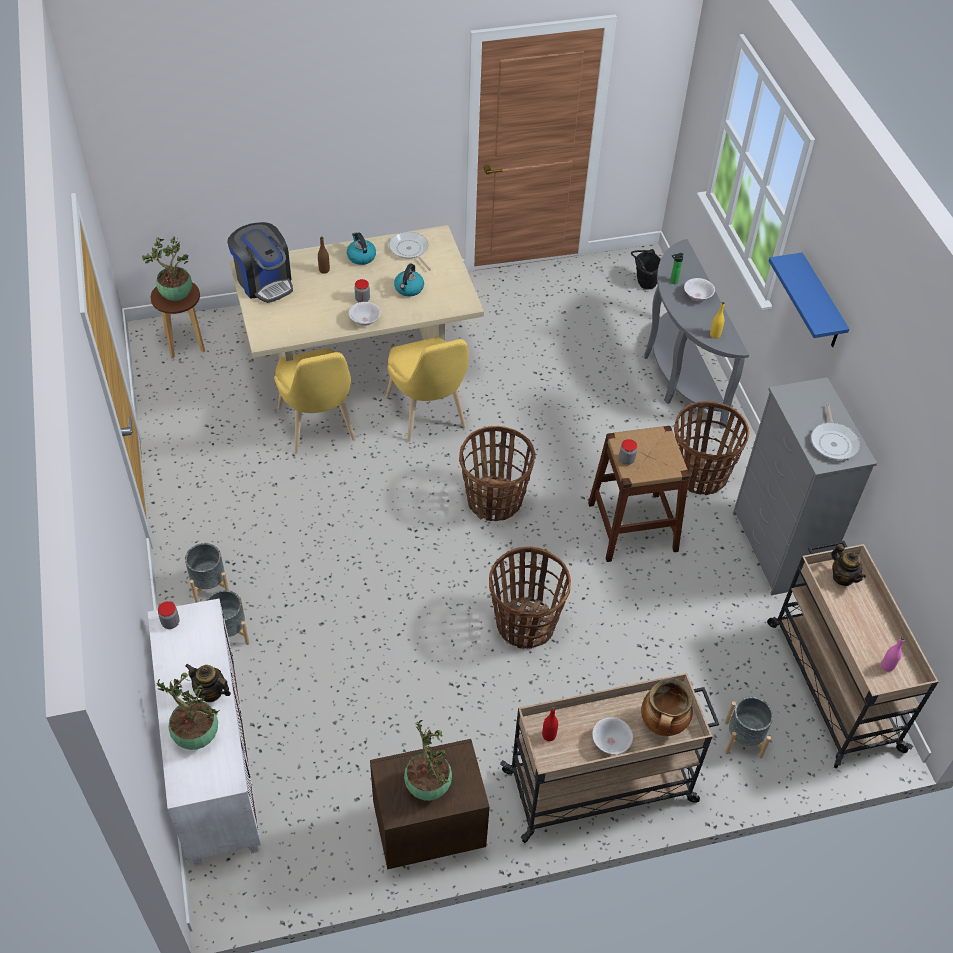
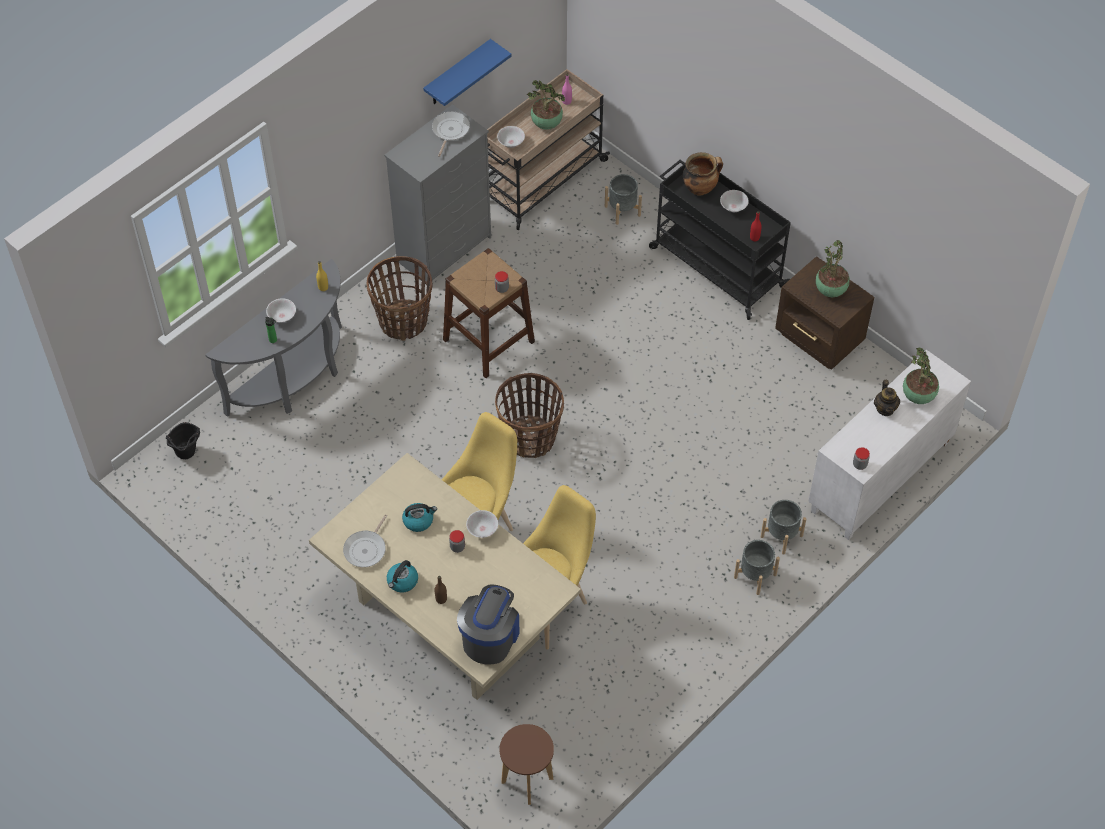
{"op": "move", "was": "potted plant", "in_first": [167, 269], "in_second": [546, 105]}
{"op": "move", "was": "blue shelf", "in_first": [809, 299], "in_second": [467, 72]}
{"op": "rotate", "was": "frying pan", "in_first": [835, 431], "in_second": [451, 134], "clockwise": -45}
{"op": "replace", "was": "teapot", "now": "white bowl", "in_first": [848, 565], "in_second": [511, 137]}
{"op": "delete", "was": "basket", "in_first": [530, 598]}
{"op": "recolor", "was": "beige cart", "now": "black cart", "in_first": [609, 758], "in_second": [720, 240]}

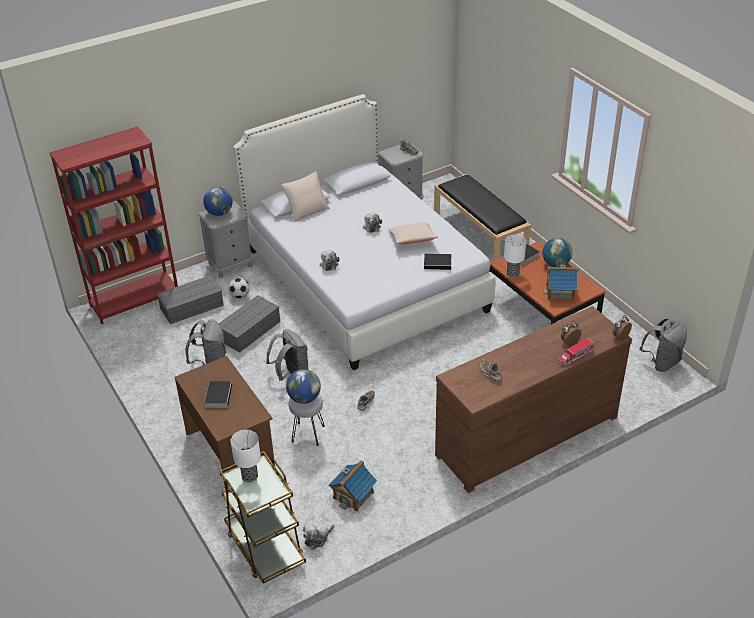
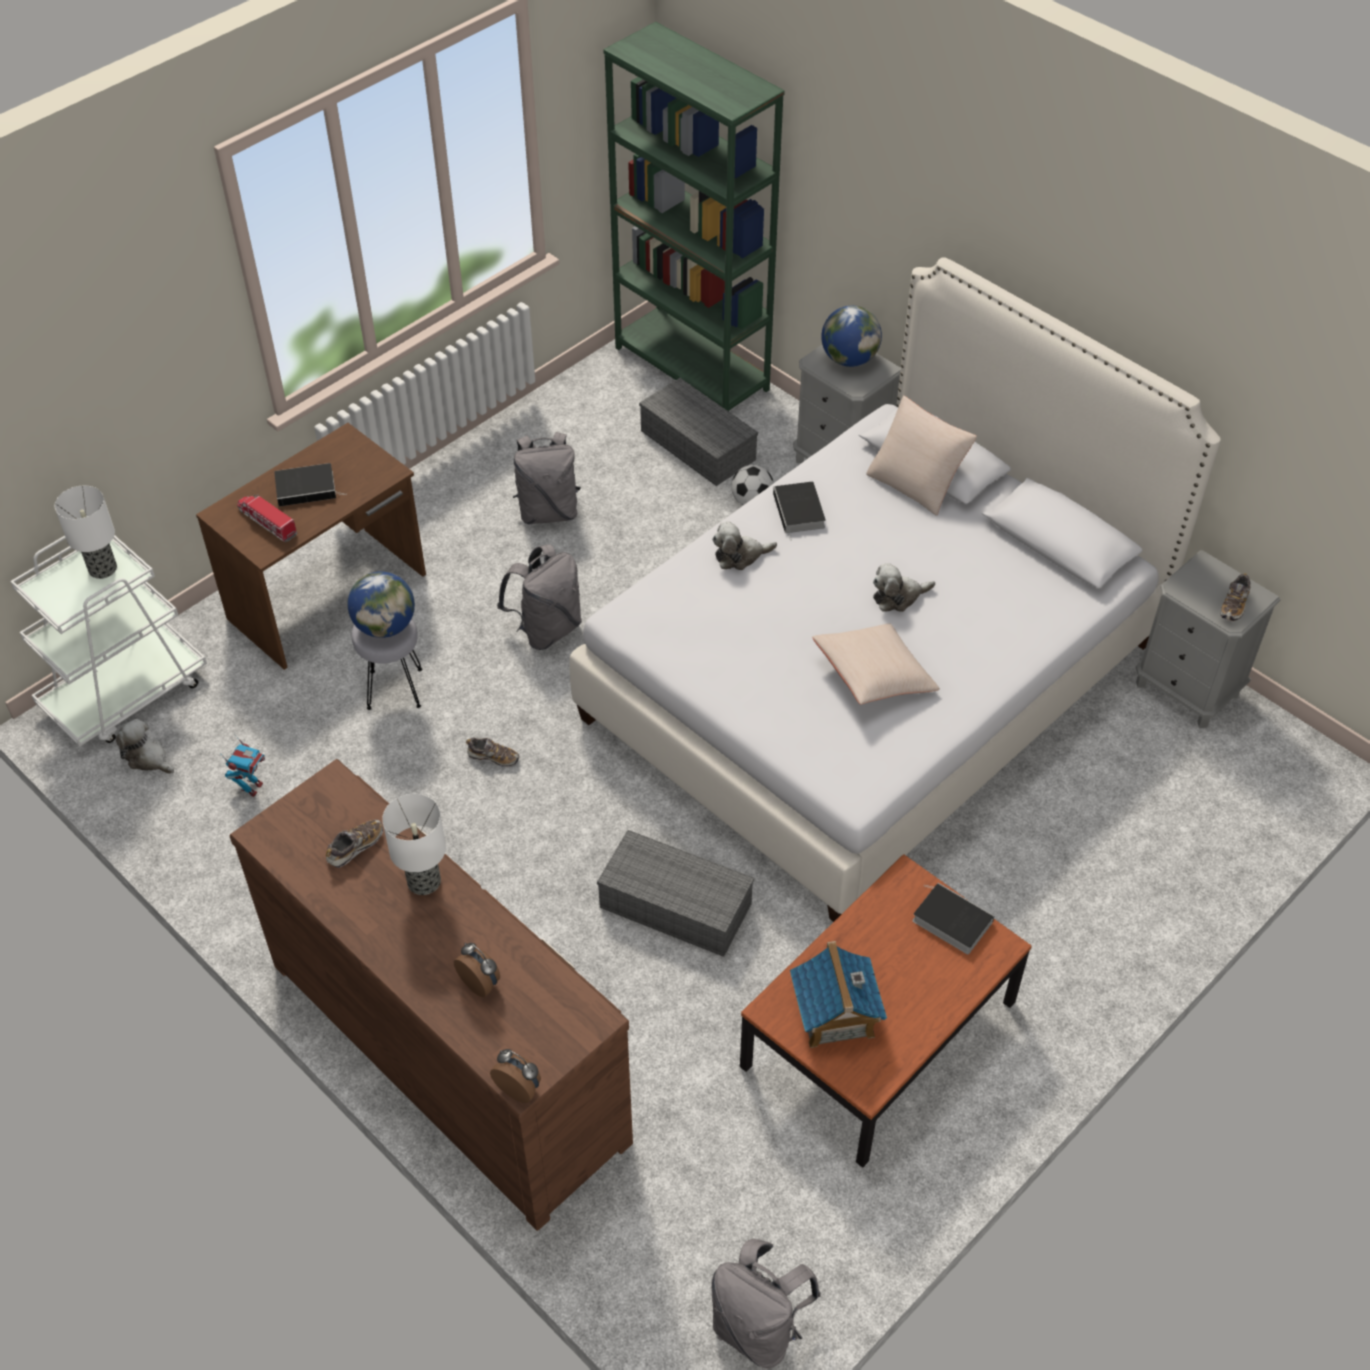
{"op": "recolor", "was": "red bookcase", "now": "green bookcase", "in_first": [114, 225], "in_second": [694, 216]}
{"op": "delete", "was": "black bench", "in_first": [482, 217]}
{"op": "move", "was": "table lamp", "in_first": [515, 256], "in_second": [414, 844]}
{"op": "delete", "was": "globe", "in_first": [557, 252]}
{"op": "move", "was": "book", "in_first": [440, 261], "in_second": [799, 511]}
{"op": "move", "was": "grey storage box", "in_first": [249, 324], "in_second": [675, 893]}
{"op": "move", "was": "toy truck", "in_first": [576, 352], "in_second": [267, 518]}
{"op": "recolor", "was": "brown cart", "now": "white cart", "in_first": [263, 517], "in_second": [108, 641]}
{"op": "replace", "was": "toy house", "now": "toy robot", "in_first": [353, 486], "in_second": [242, 765]}

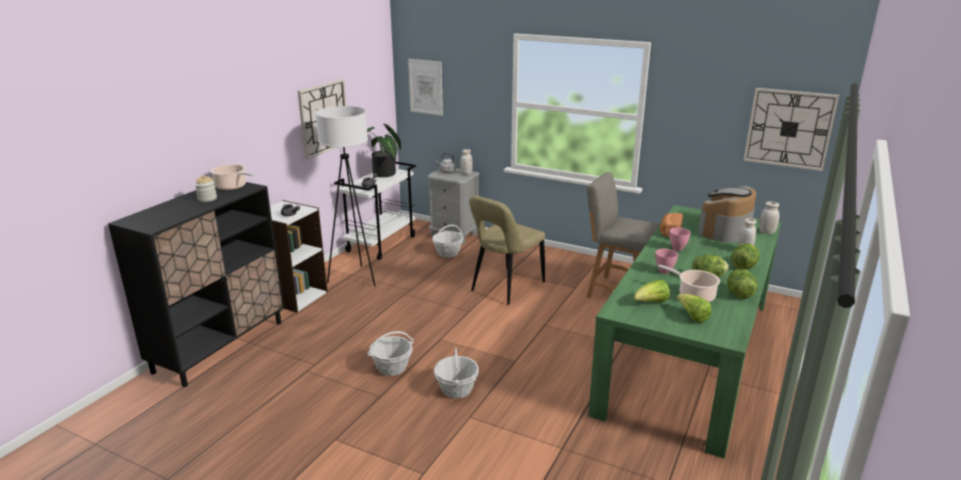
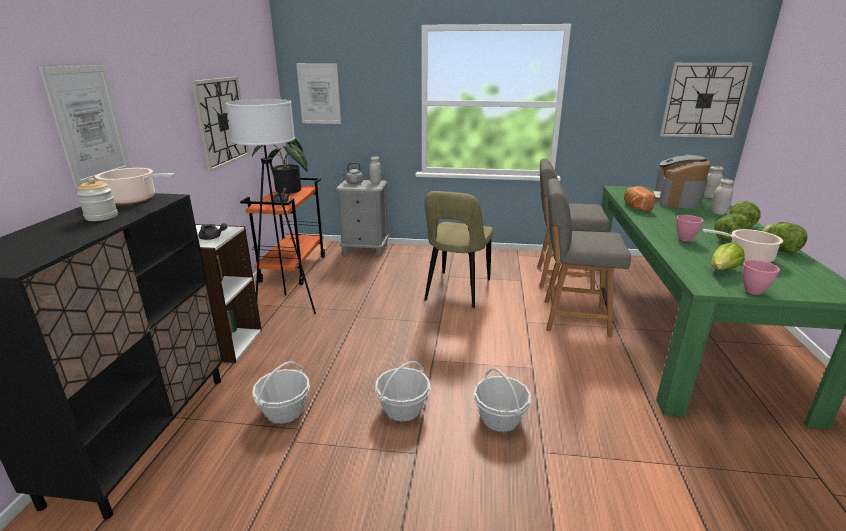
{"op": "recolor", "was": "white cart", "now": "orange cart", "in_first": [375, 210], "in_second": [282, 231]}
{"op": "move", "was": "basket", "in_first": [447, 241], "in_second": [281, 392]}
{"op": "move", "was": "pink bowl", "in_first": [680, 239], "in_second": [761, 277]}
{"op": "delete", "was": "lettuce", "in_first": [694, 308]}
{"op": "insert", "now": "picture", "in_second": [85, 126]}
{"op": "insert", "now": "grey chair", "in_second": [588, 257]}

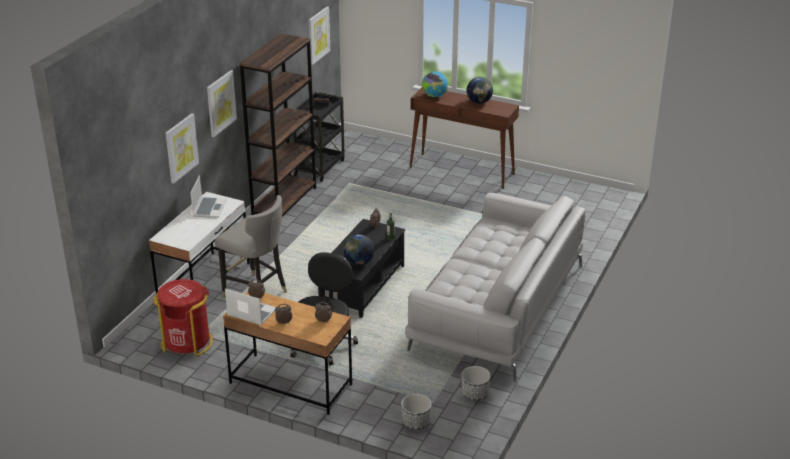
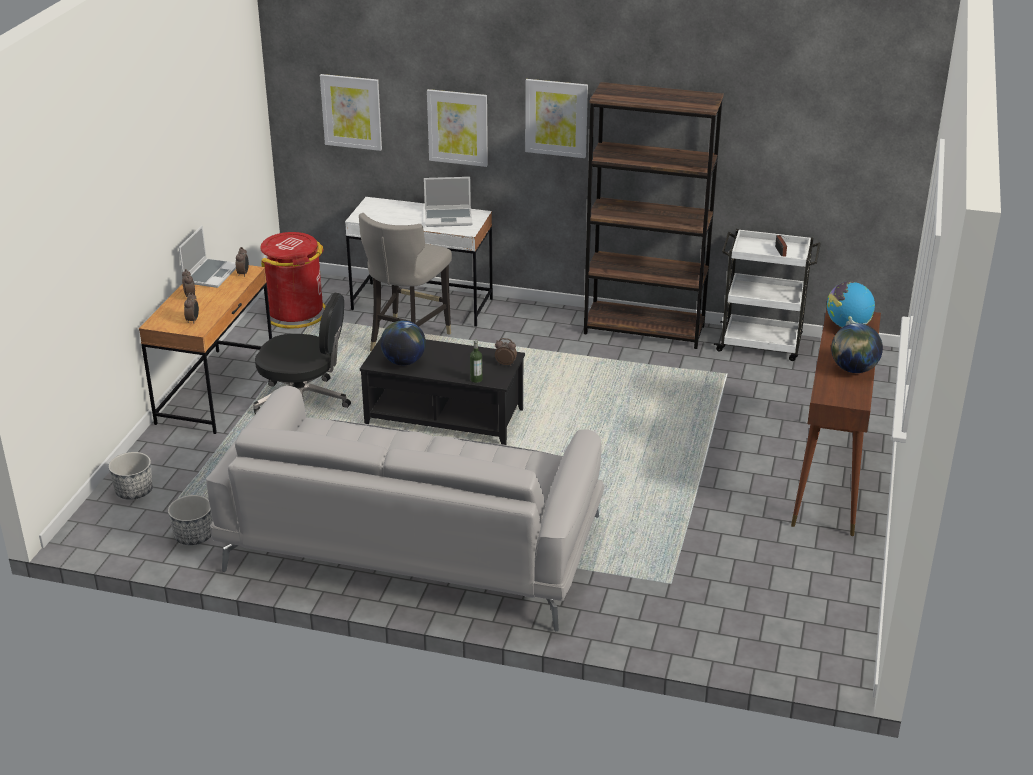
{"op": "move", "was": "picture", "in_first": [319, 35], "in_second": [351, 112]}
{"op": "recolor", "was": "black cart", "now": "white cart", "in_first": [319, 137], "in_second": [767, 295]}

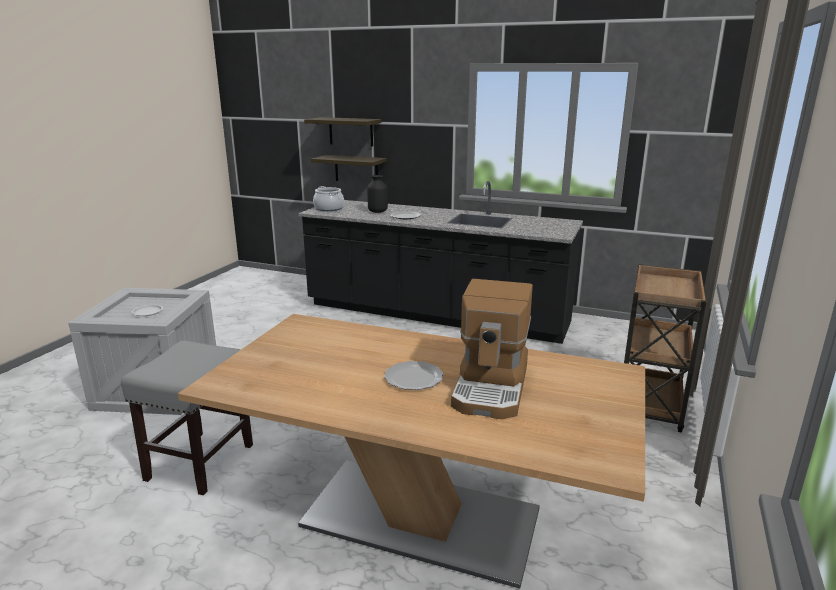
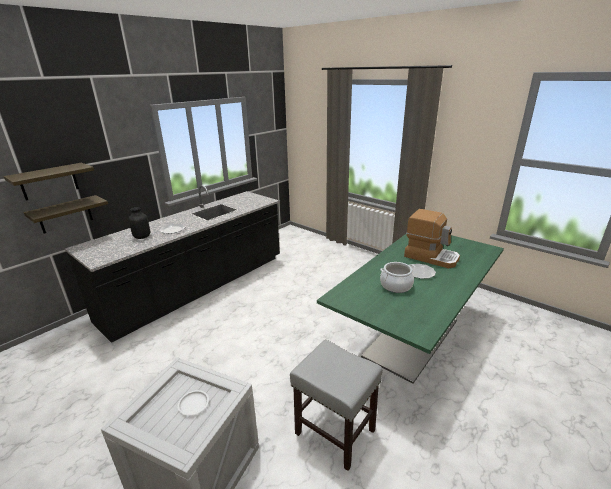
{"op": "move", "was": "cooking pot", "in_first": [328, 198], "in_second": [398, 277]}
{"op": "delete", "was": "brown cart", "in_first": [665, 348]}
{"op": "recolor", "was": "beige dining table", "now": "green dining table", "in_first": [411, 451], "in_second": [410, 308]}

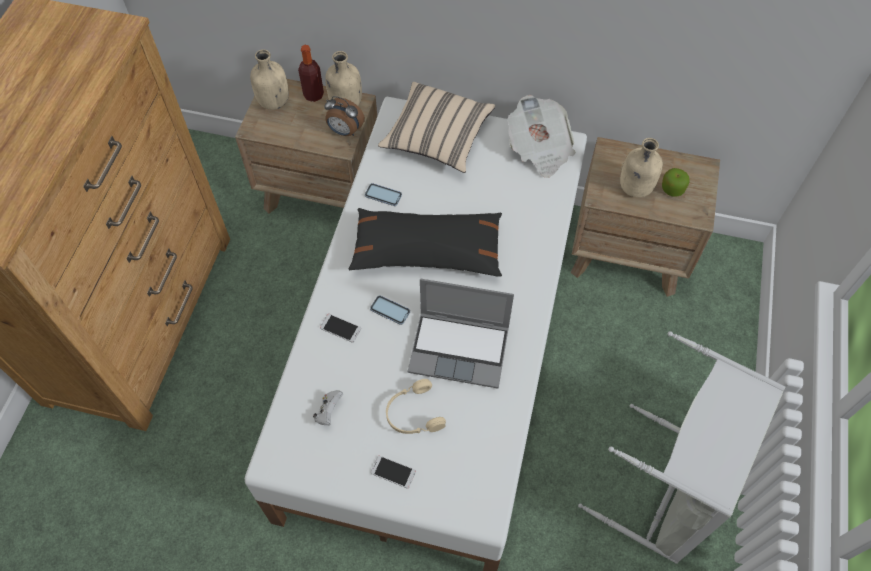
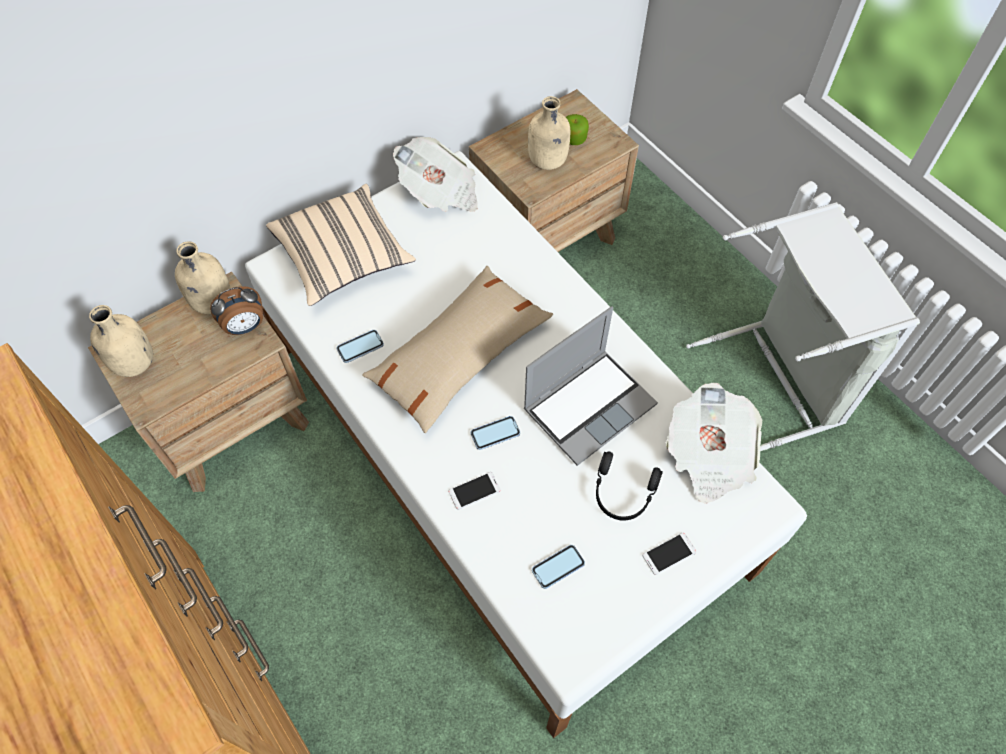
{"op": "delete", "was": "bottle", "in_first": [311, 73]}
{"op": "recolor", "was": "black pillow", "now": "beige pillow", "in_first": [425, 242], "in_second": [457, 349]}
{"op": "recolor", "was": "beige headphones", "now": "black headphones", "in_first": [416, 406], "in_second": [629, 486]}
{"op": "replace", "was": "white game controller", "now": "phone", "in_first": [328, 407], "in_second": [558, 567]}
{"op": "insert", "now": "newspaper", "in_second": [714, 443]}

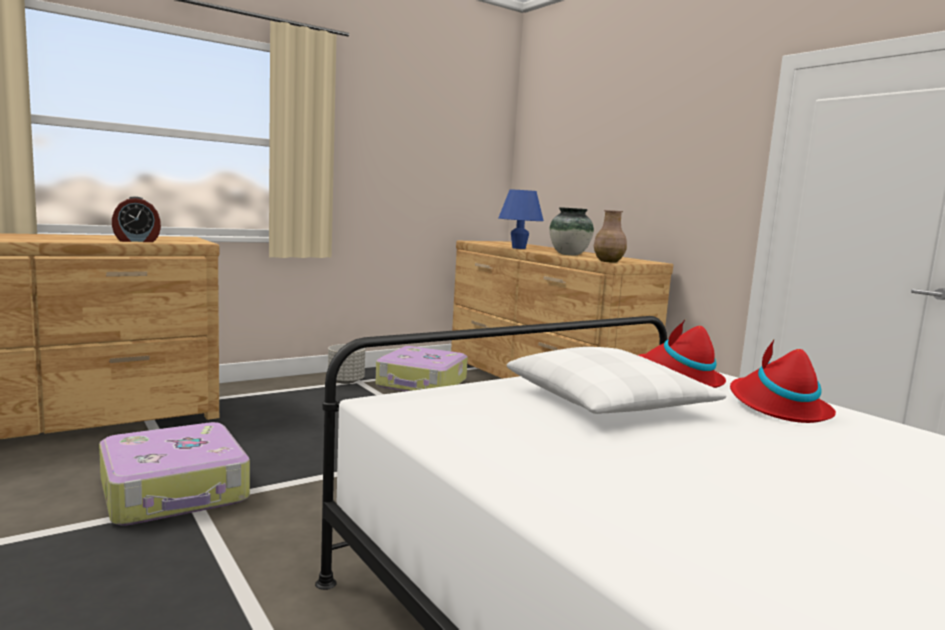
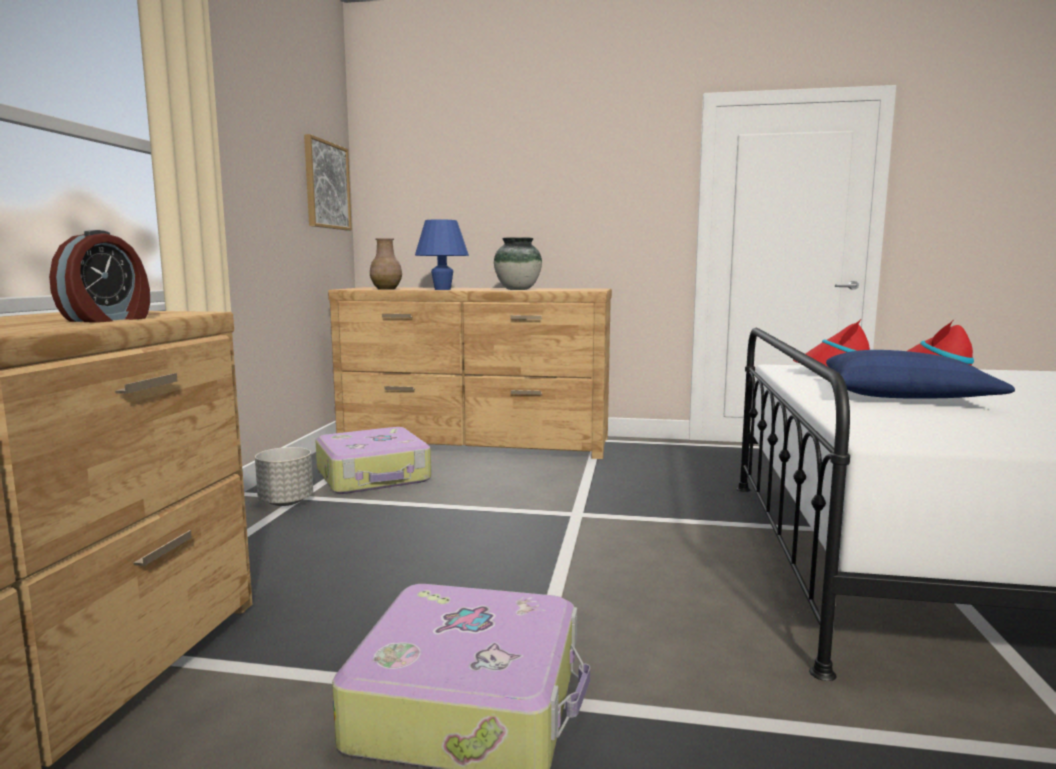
{"op": "move", "was": "brown vase", "in_first": [610, 236], "in_second": [386, 264]}
{"op": "recolor", "was": "white pillow", "now": "blue pillow", "in_first": [616, 380], "in_second": [920, 374]}
{"op": "insert", "now": "picture", "in_second": [328, 182]}

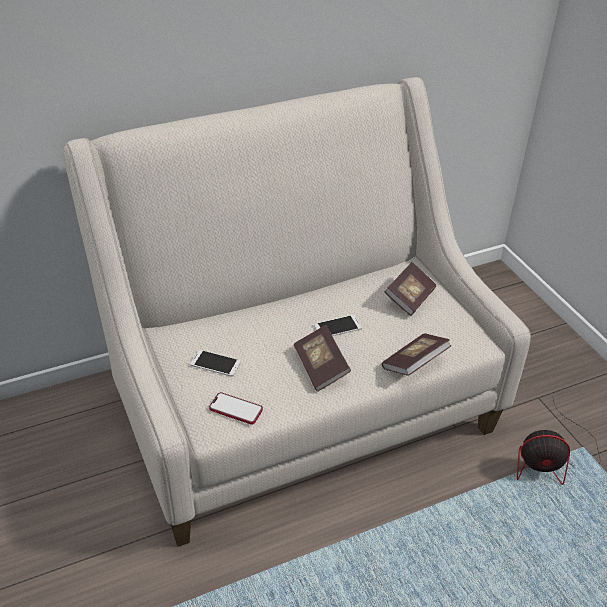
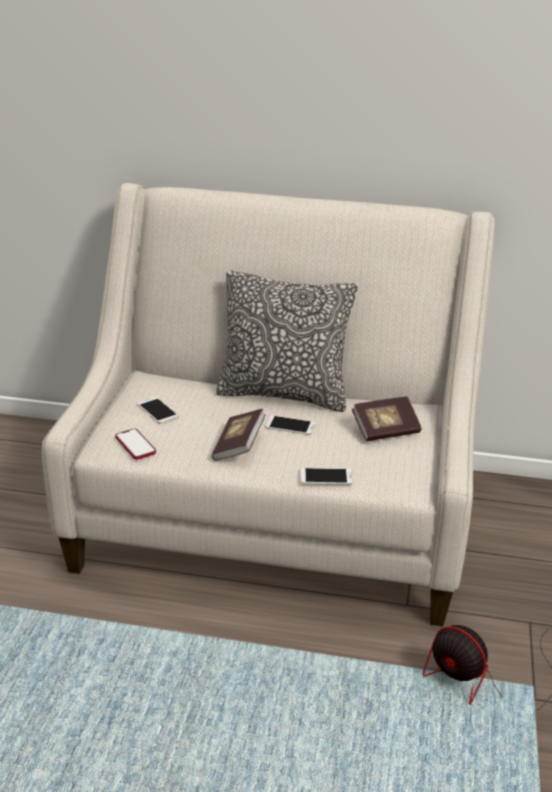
{"op": "replace", "was": "book", "now": "phone", "in_first": [416, 354], "in_second": [326, 476]}
{"op": "insert", "now": "pillow", "in_second": [287, 341]}

